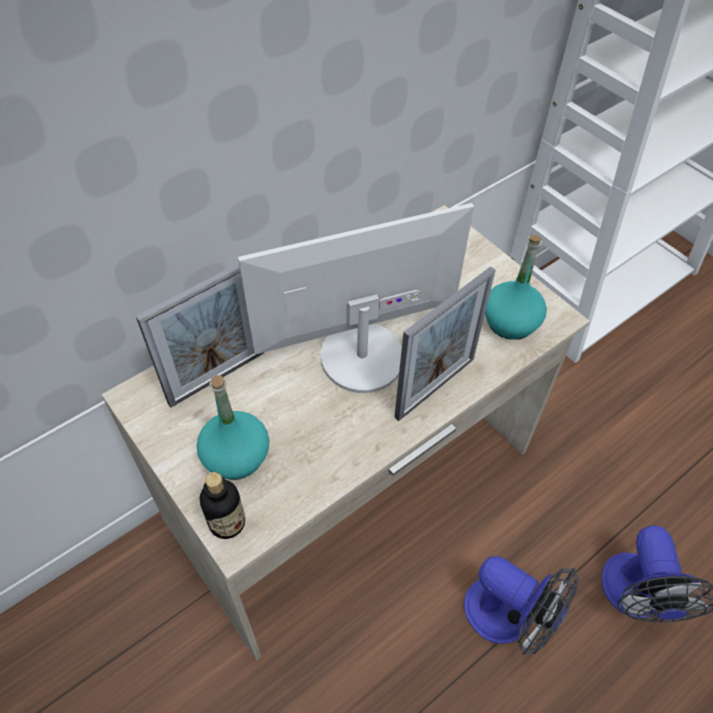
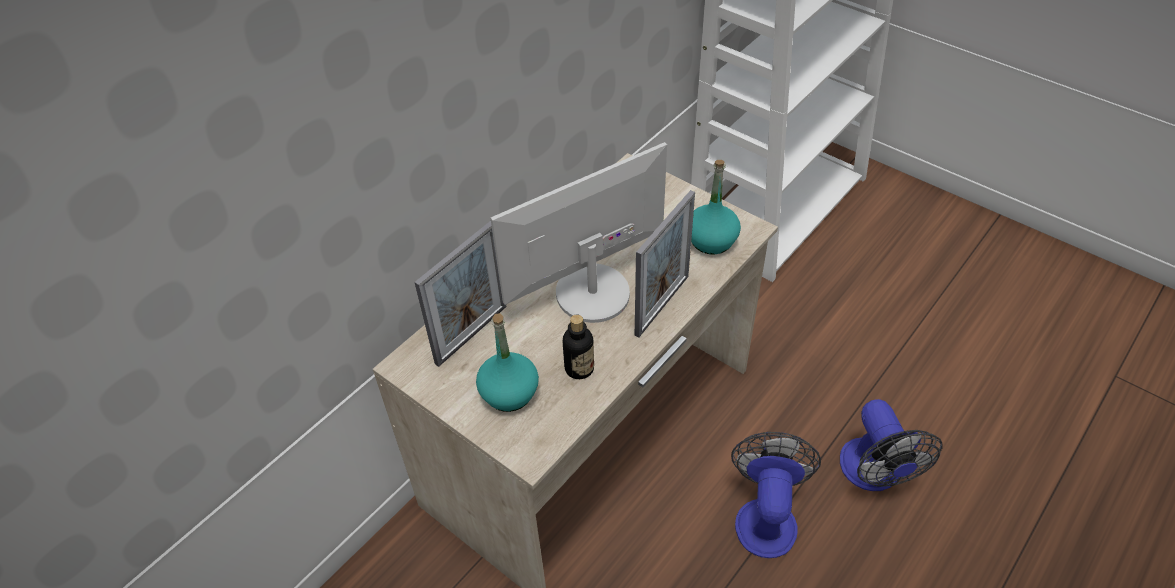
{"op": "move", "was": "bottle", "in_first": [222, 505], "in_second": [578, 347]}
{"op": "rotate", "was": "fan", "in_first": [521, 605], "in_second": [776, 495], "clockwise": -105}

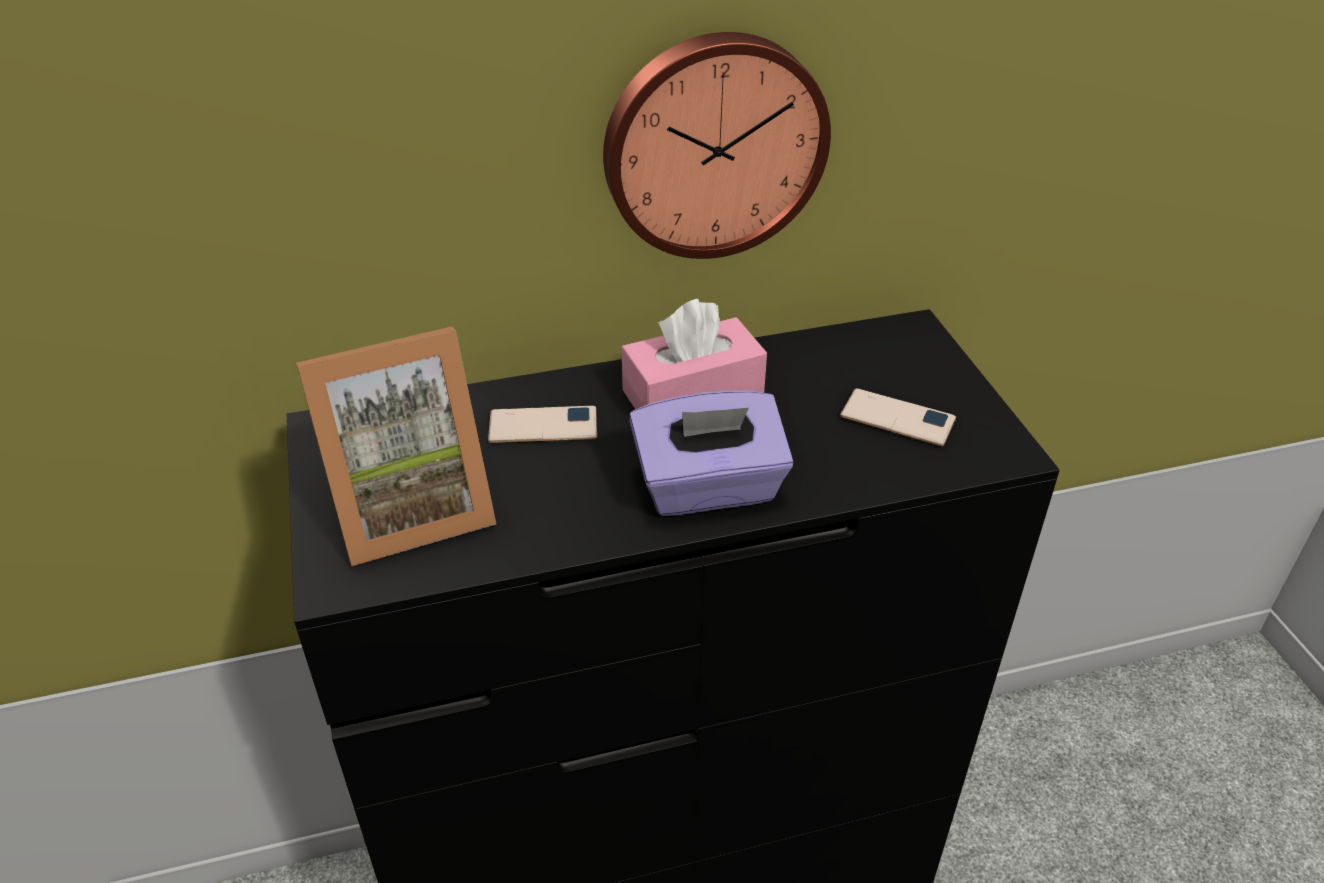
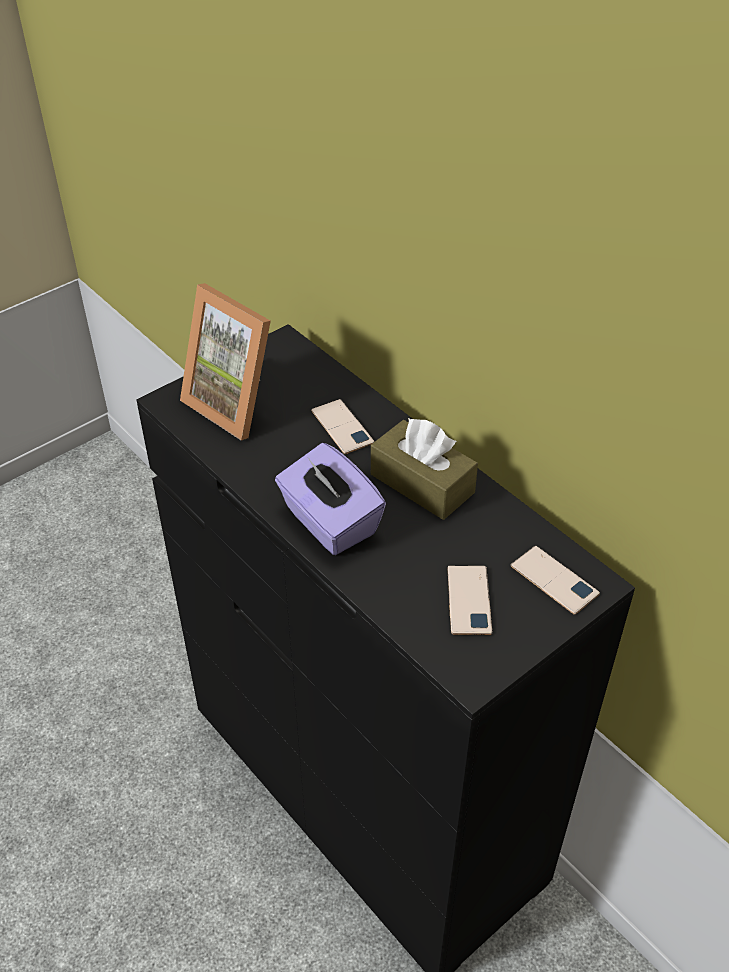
{"op": "delete", "was": "wall clock", "in_first": [717, 145]}
{"op": "recolor", "was": "pink tissue box", "now": "brown tissue box", "in_first": [694, 354], "in_second": [424, 469]}
{"op": "insert", "now": "phone", "in_second": [555, 580]}

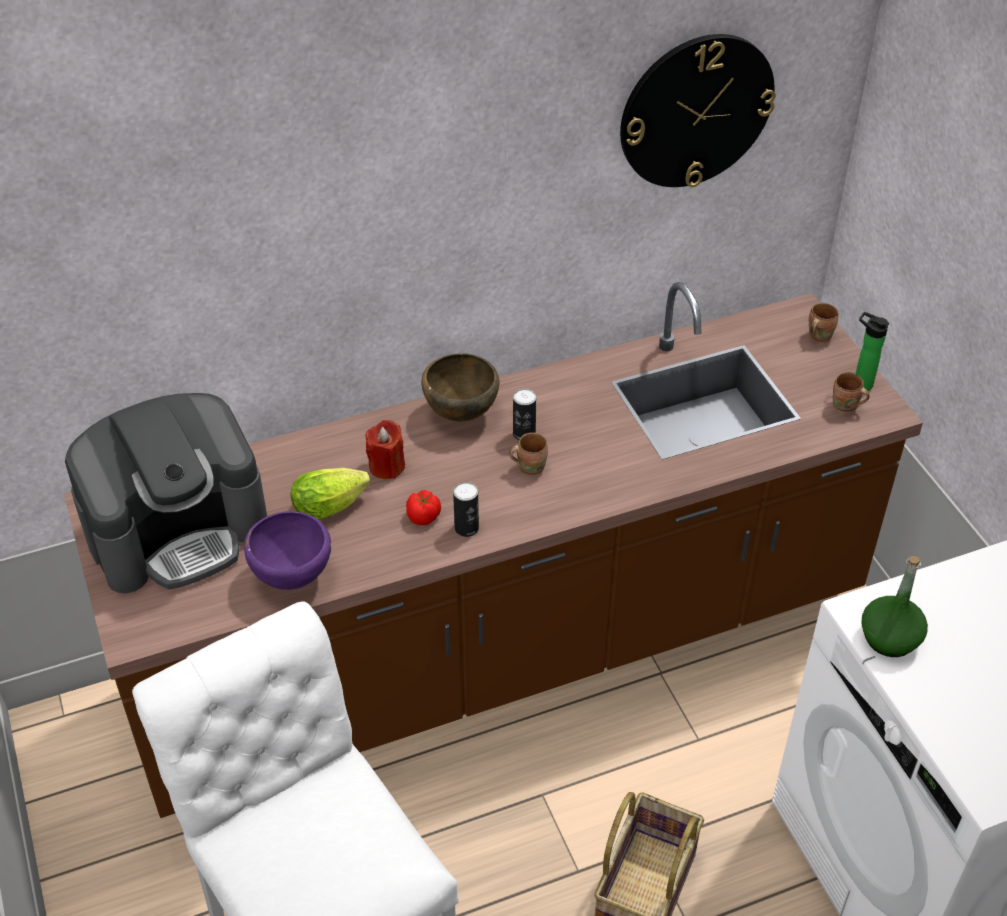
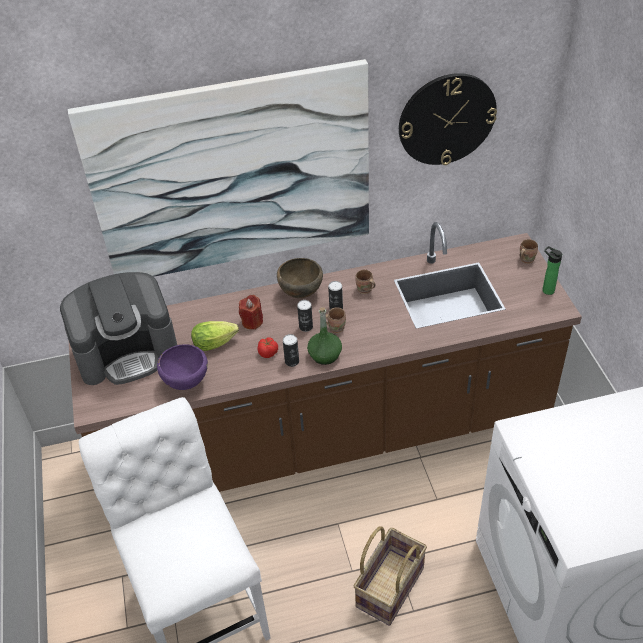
{"op": "move", "was": "brown mug", "in_first": [851, 392], "in_second": [365, 282]}
{"op": "move", "was": "green bottle", "in_first": [894, 606], "in_second": [324, 336]}
{"op": "insert", "now": "picture", "in_second": [218, 168]}
{"op": "insert", "now": "can", "in_second": [305, 316]}

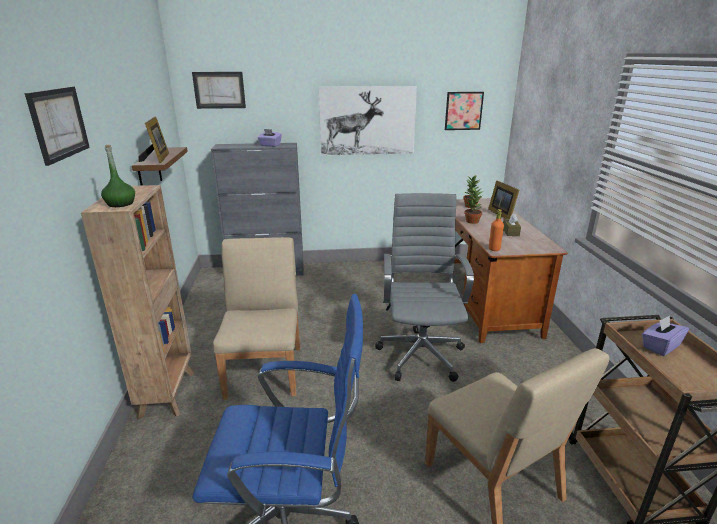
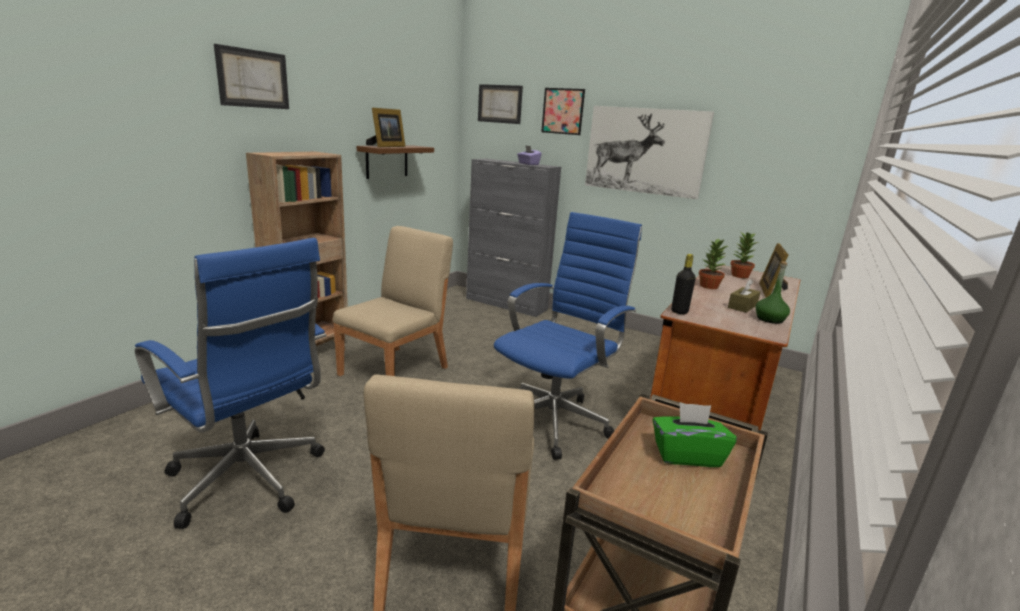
{"op": "move", "was": "picture", "in_first": [464, 111], "in_second": [563, 111]}
{"op": "move", "was": "green bottle", "in_first": [118, 176], "in_second": [773, 292]}
{"op": "recolor", "was": "grey office chair", "now": "blue office chair", "in_first": [424, 287], "in_second": [568, 336]}
{"op": "recolor", "was": "orange bottle", "now": "black bottle", "in_first": [496, 230], "in_second": [683, 284]}
{"op": "recolor", "was": "purple tissue box", "now": "green tissue box", "in_first": [665, 336], "in_second": [695, 434]}

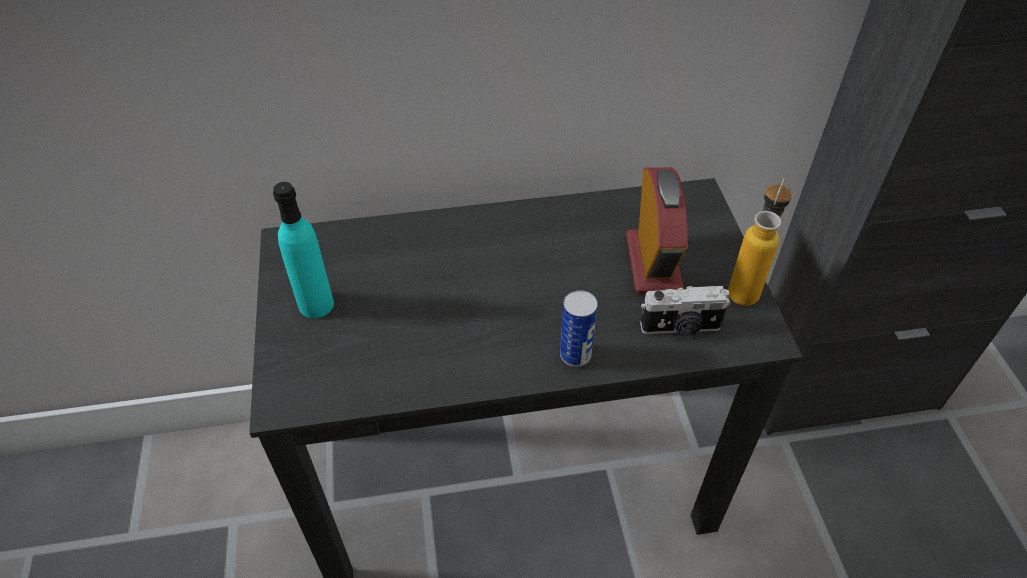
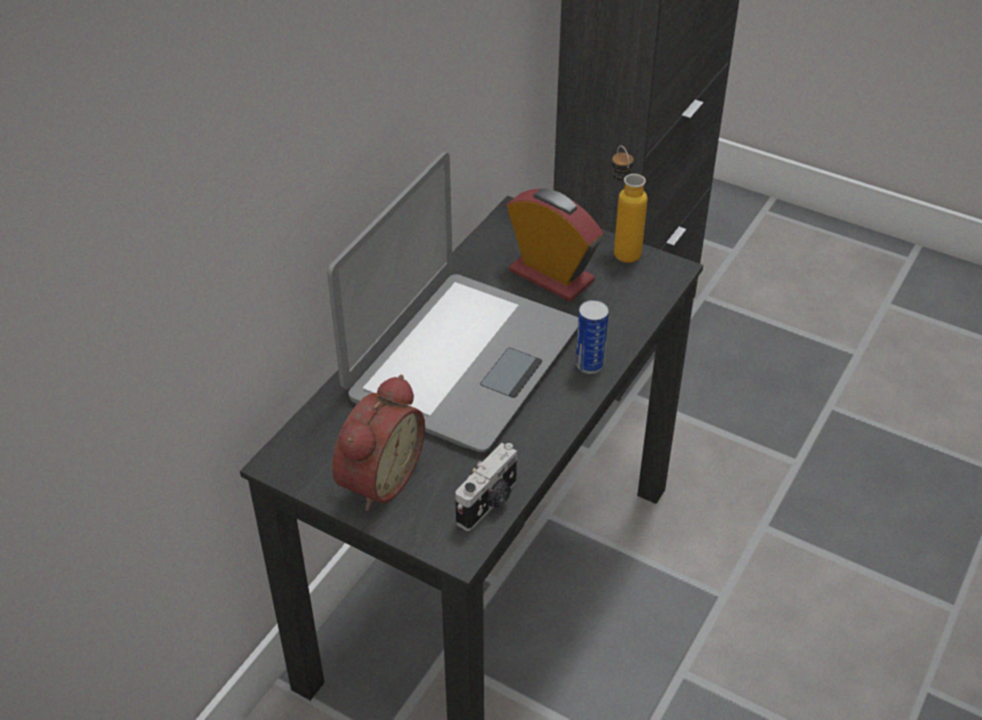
{"op": "replace", "was": "turquoise bottle", "now": "alarm clock", "in_first": [303, 250], "in_second": [378, 443]}
{"op": "move", "was": "photo camera", "in_first": [685, 310], "in_second": [486, 487]}
{"op": "insert", "now": "laptop", "in_second": [452, 302]}

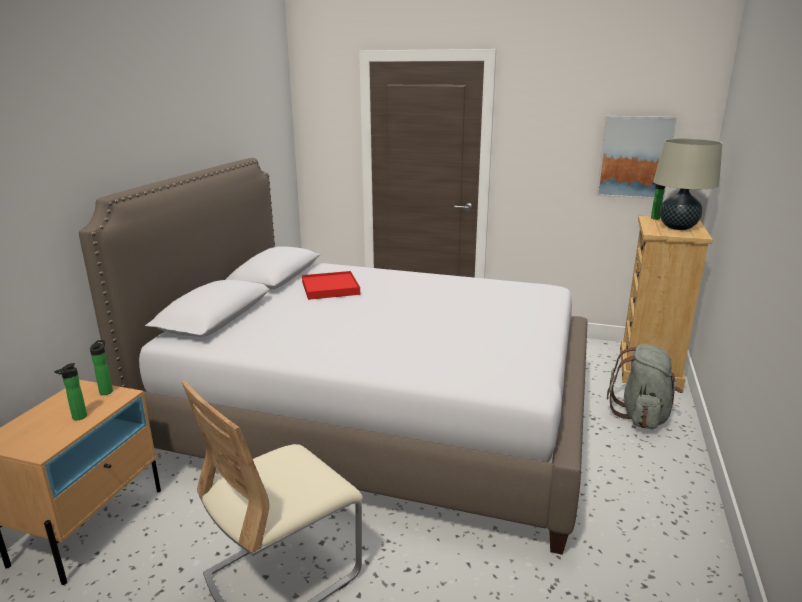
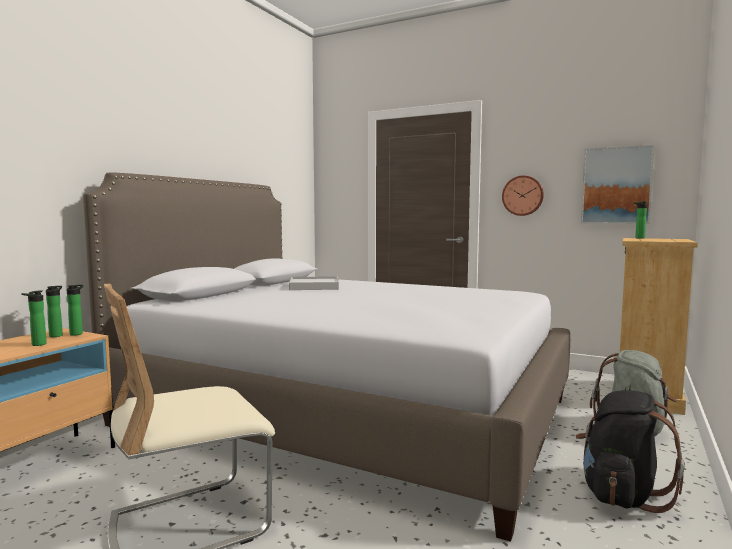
{"op": "delete", "was": "beige table lamp", "in_first": [688, 184]}
{"op": "recolor", "was": "red tray", "now": "white tray", "in_first": [331, 285], "in_second": [314, 283]}
{"op": "insert", "now": "wall clock", "in_second": [523, 195]}
{"op": "insert", "now": "bottle", "in_second": [54, 311]}
{"op": "insert", "now": "black backpack", "in_second": [630, 451]}

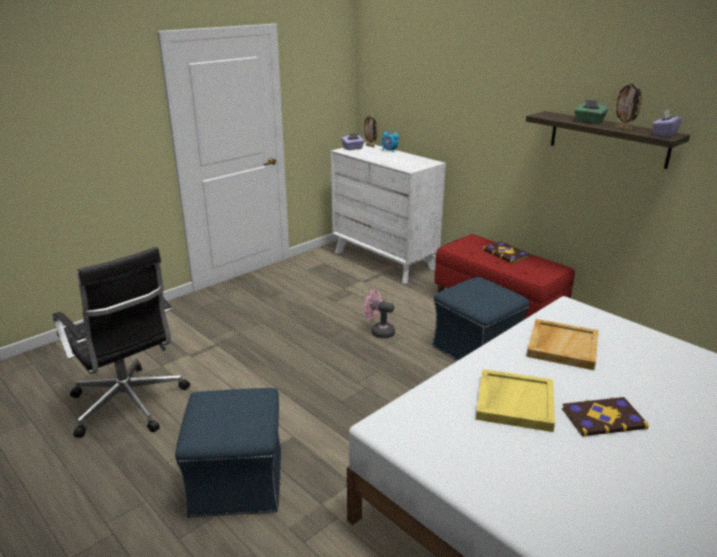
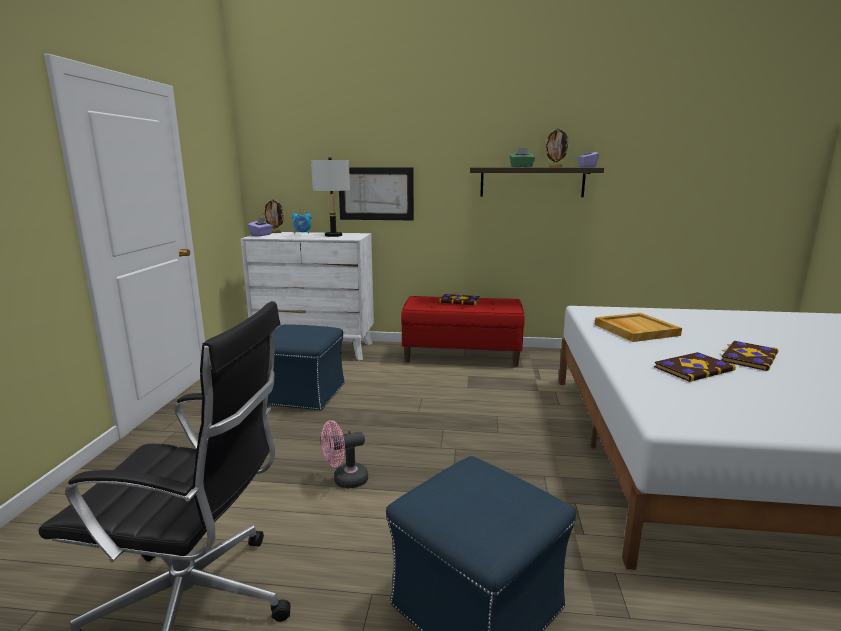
{"op": "move", "was": "blue ottoman", "in_first": [481, 319], "in_second": [306, 367]}
{"op": "move", "was": "pink fan", "in_first": [379, 314], "in_second": [344, 454]}
{"op": "replace", "was": "yellow tray", "now": "book", "in_first": [515, 400], "in_second": [695, 367]}
{"op": "insert", "now": "grey table lamp", "in_second": [330, 197]}
{"op": "insert", "now": "picture", "in_second": [376, 193]}

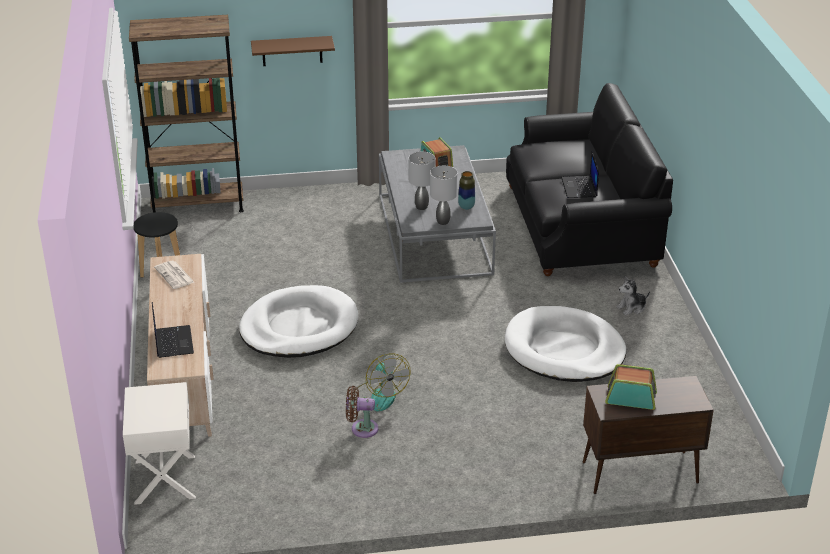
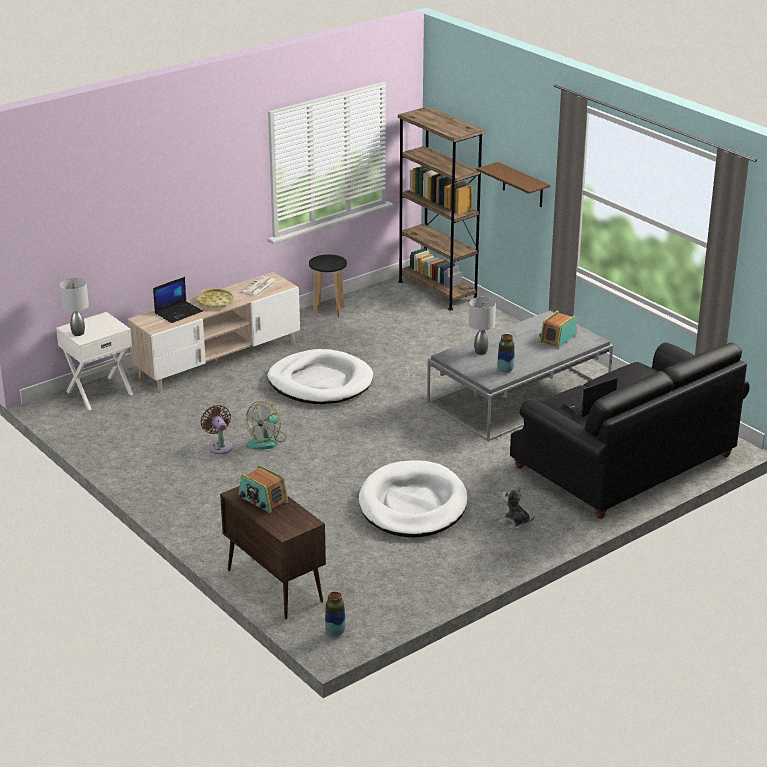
{"op": "move", "was": "grey table lamp", "in_first": [444, 195], "in_second": [74, 307]}
{"op": "rotate", "was": "radio", "in_first": [631, 387], "in_second": [263, 489], "clockwise": 150}
{"op": "insert", "now": "yellow tray", "in_second": [215, 298]}
{"op": "insert", "now": "vase", "in_second": [335, 614]}

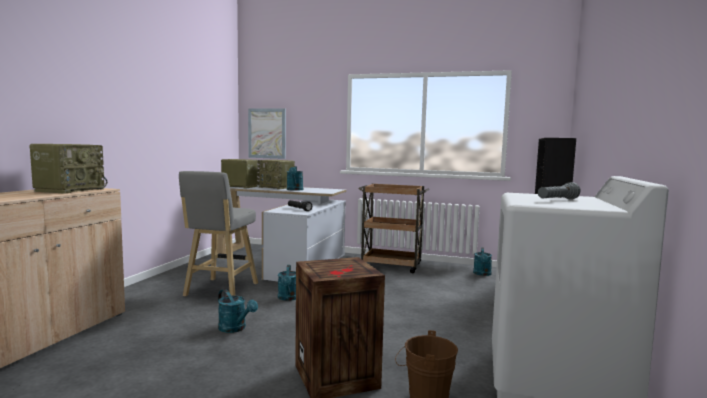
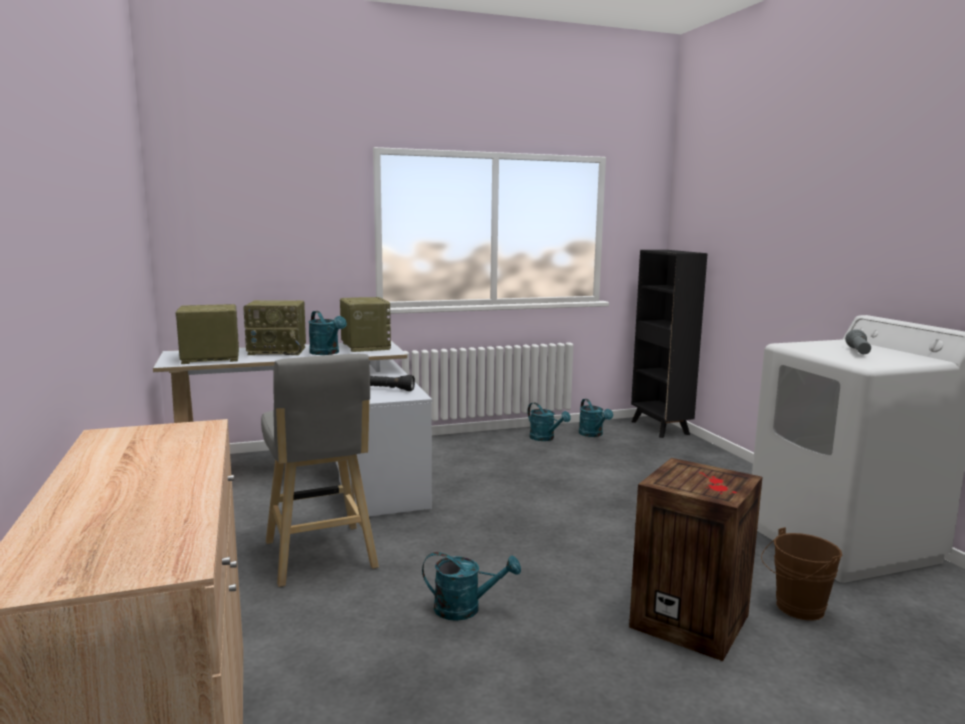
{"op": "delete", "was": "picture", "in_first": [267, 133]}
{"op": "move", "was": "radio", "in_first": [68, 169], "in_second": [365, 324]}
{"op": "delete", "was": "brown cart", "in_first": [393, 228]}
{"op": "move", "was": "turquoise watering can", "in_first": [287, 283], "in_second": [549, 422]}

